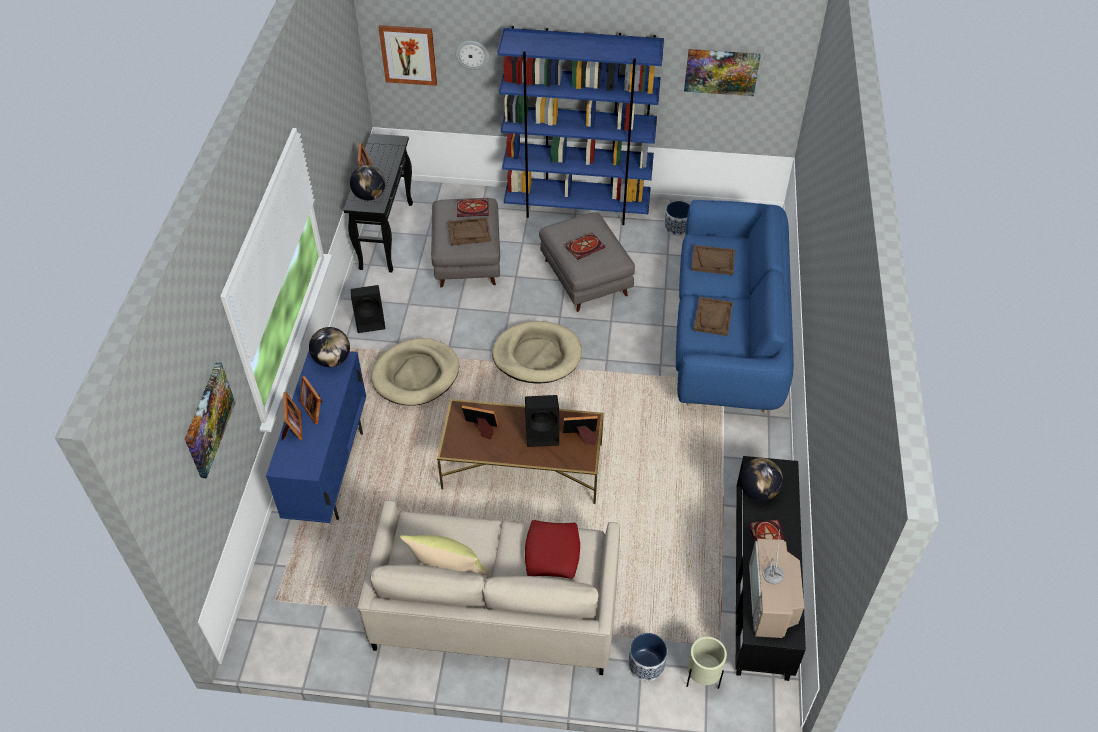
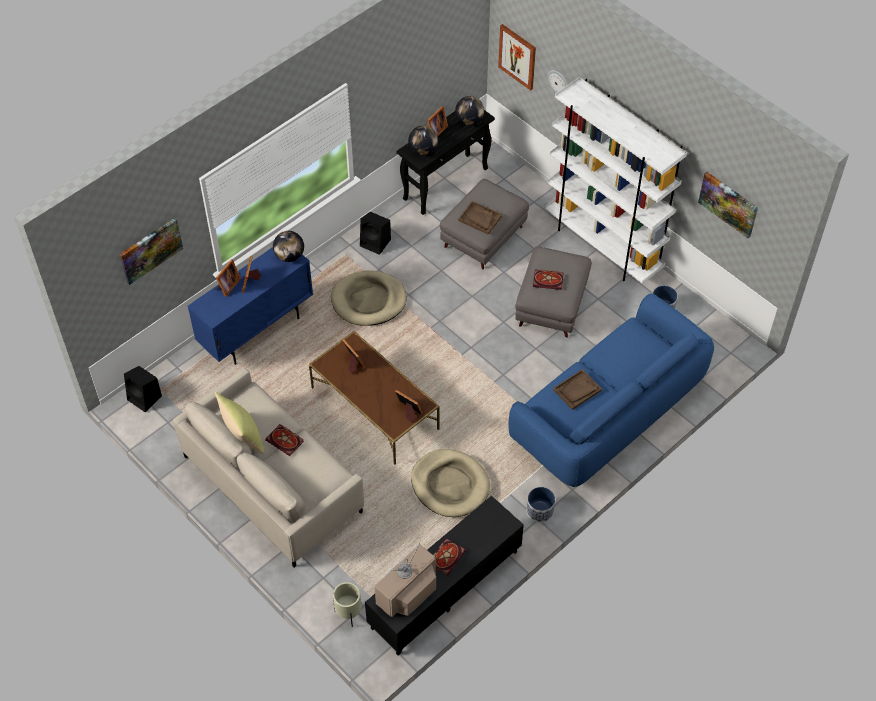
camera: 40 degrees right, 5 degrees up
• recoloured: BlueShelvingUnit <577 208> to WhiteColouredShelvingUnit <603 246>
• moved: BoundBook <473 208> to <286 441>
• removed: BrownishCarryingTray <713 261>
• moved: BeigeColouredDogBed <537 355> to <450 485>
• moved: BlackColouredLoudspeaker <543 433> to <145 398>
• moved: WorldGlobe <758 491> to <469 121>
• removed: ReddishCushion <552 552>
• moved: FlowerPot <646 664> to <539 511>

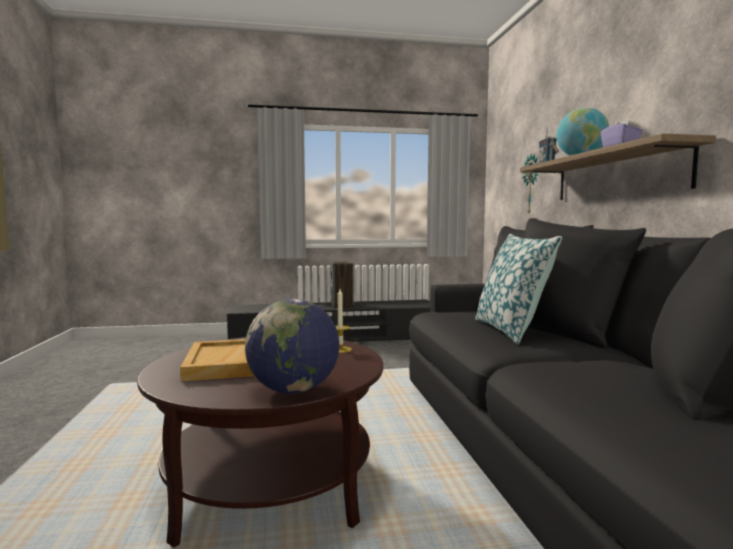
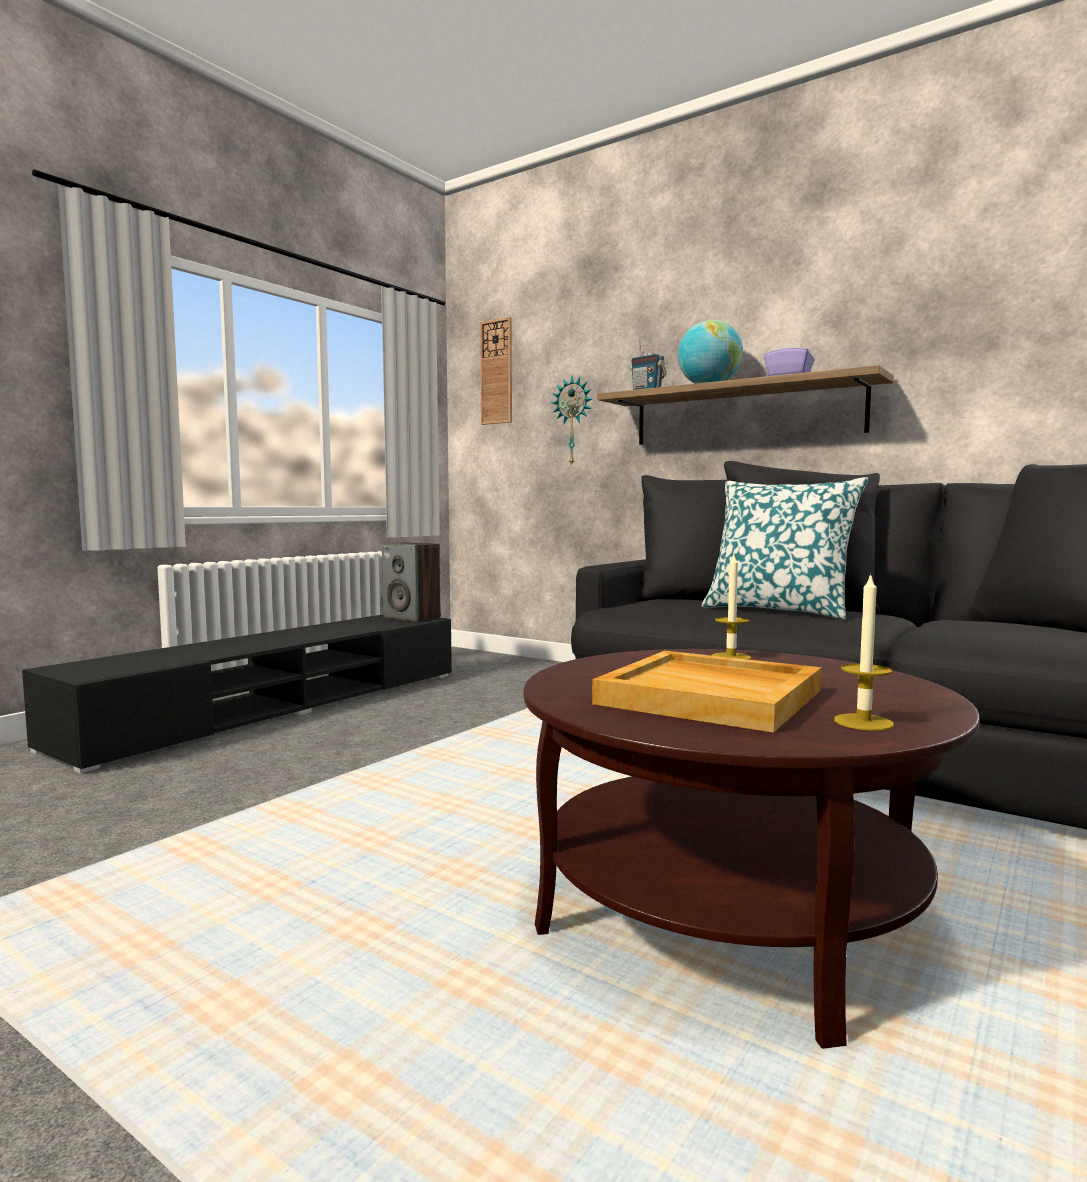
camera: 45 degrees left, 0 degrees up
• moved: Loudspeaker <342 305> to <412 617>
• removed: WorldGlobe <293 390>
• added: WallClock <497 372>
• added: Candle <863 722>

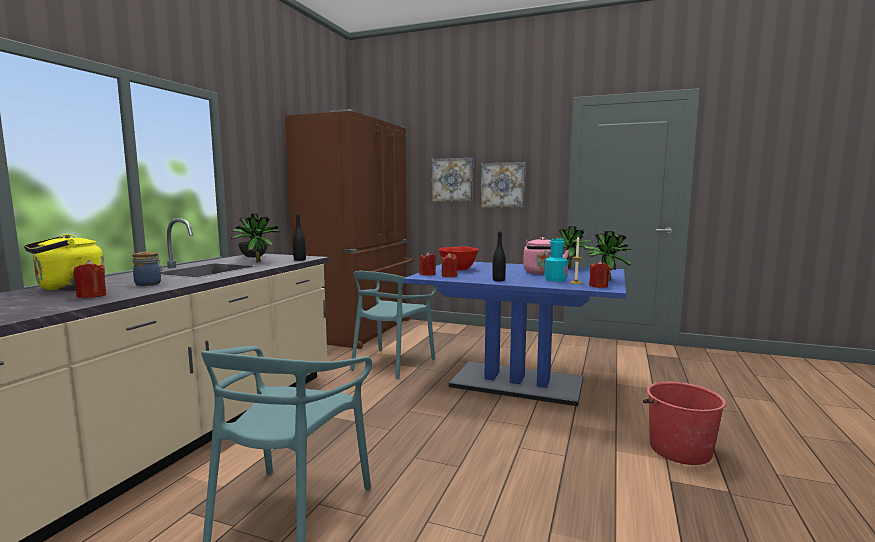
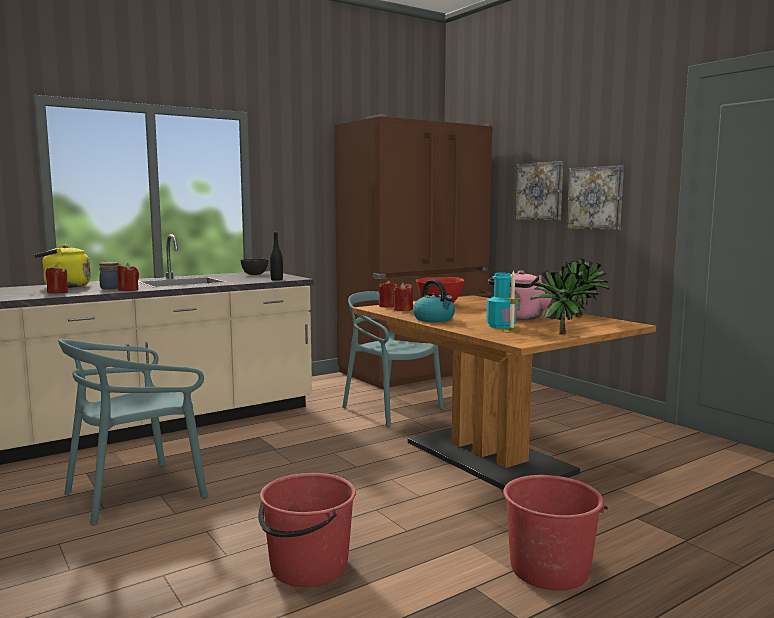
camera: 35 degrees right, 0 degrees up
• removed: Houseplant <256 262>
• replaced: BlackColouredDrinkBottle <498 280> to TeaKettle <434 319>
• moved: ReddishCandle <598 286> to <128 290>
• recoloured: BlueKitchenTable <517 383> to BrownishKitchenTable <488 457>
• turned: TurquoiseColouredPlainChair <391 363> = <391 409> 75 degrees clockwise
• added: ReddishPail <308 567>

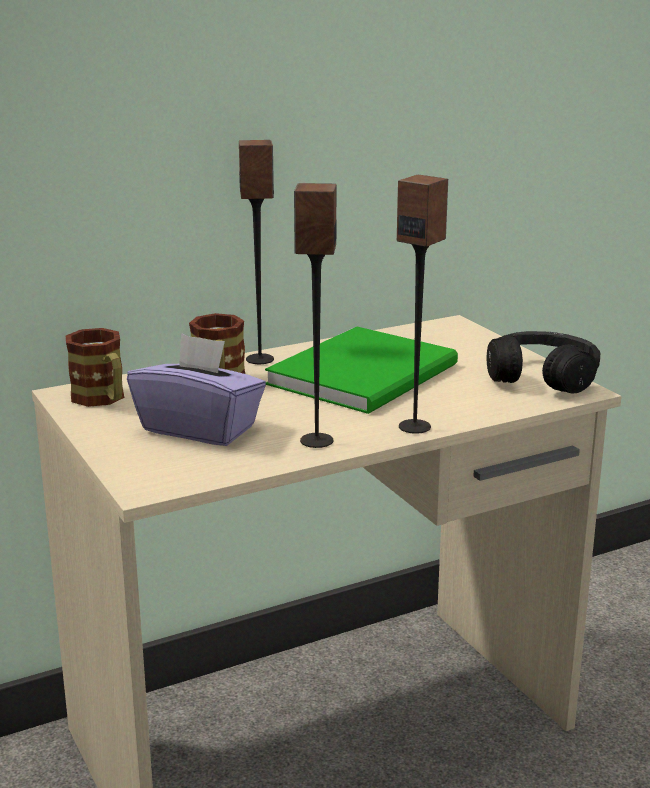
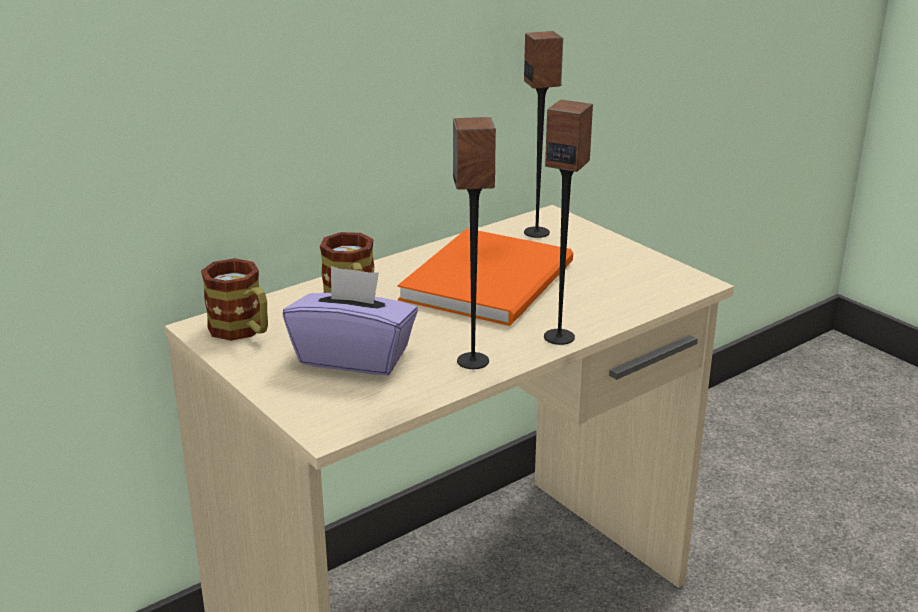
camera: 10 degrees left, 5 degrees up
• moved: Loudspeaker <260 359> to <537 232>
• recoloured: GreenishBoundBook <369 374> to OrangeColouredBoundBook <494 280>
• removed: BlackColouredPairOfHeadphones <542 377>

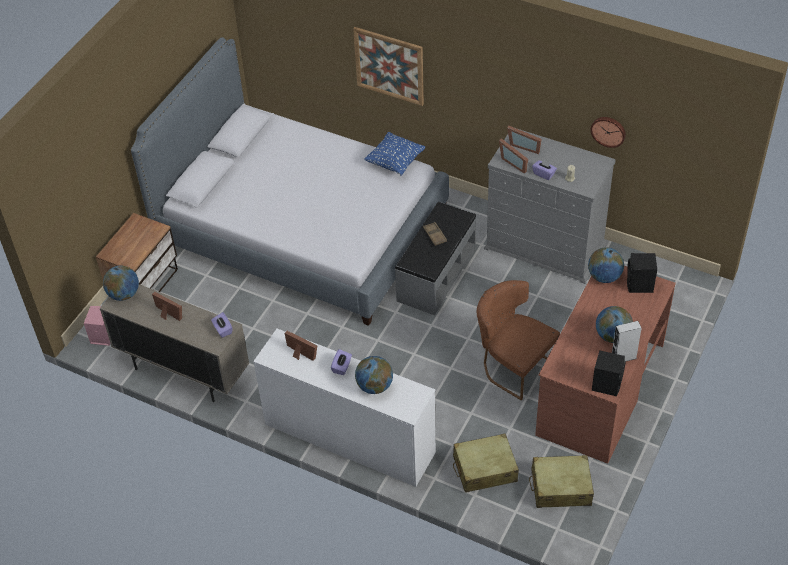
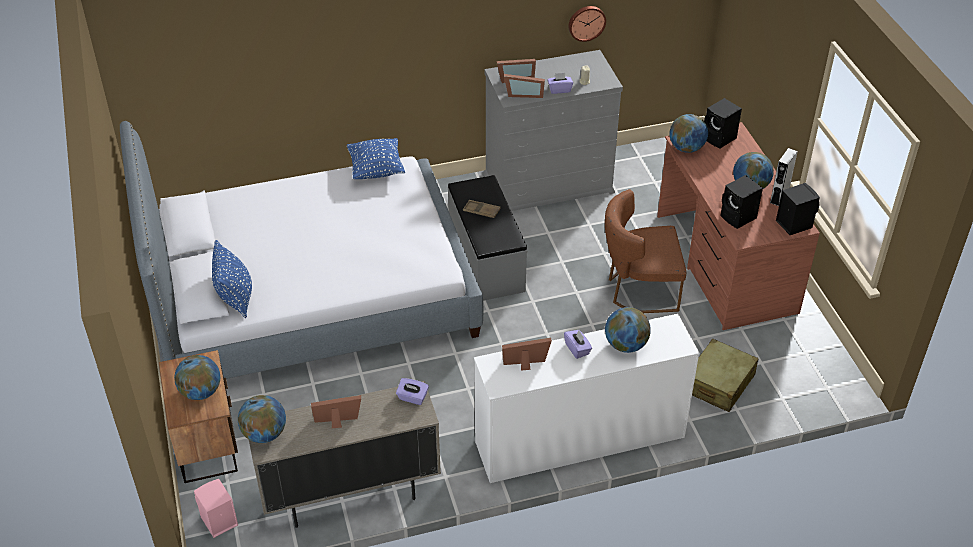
camera: 45 degrees left, 5 degrees down
• removed: WallPicture <389 65>
• removed: BeigeColouredTravelCase <560 487>
• added: BlackColouredLoudspeaker <739 218>
• added: BlueCushion <235 298>
• added: WorldGlobe <201 392>

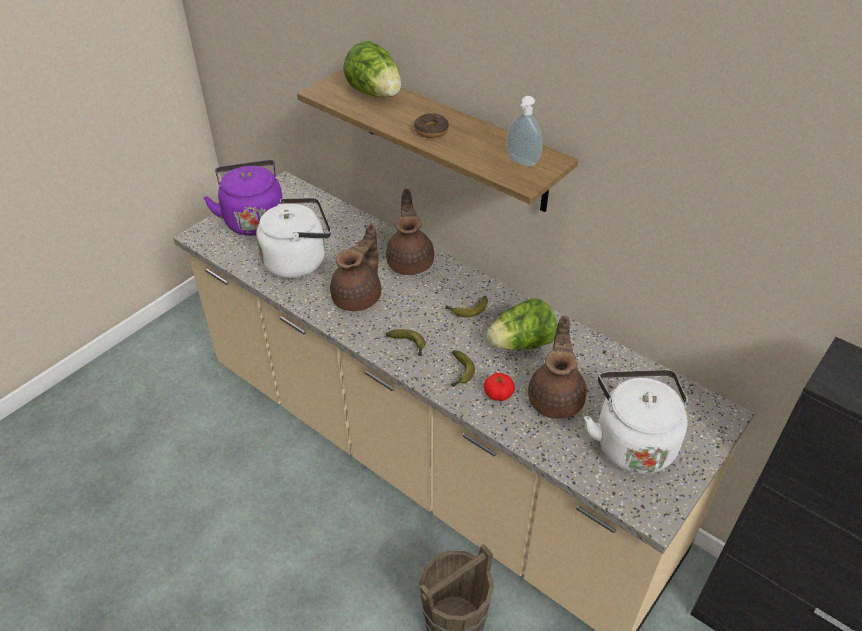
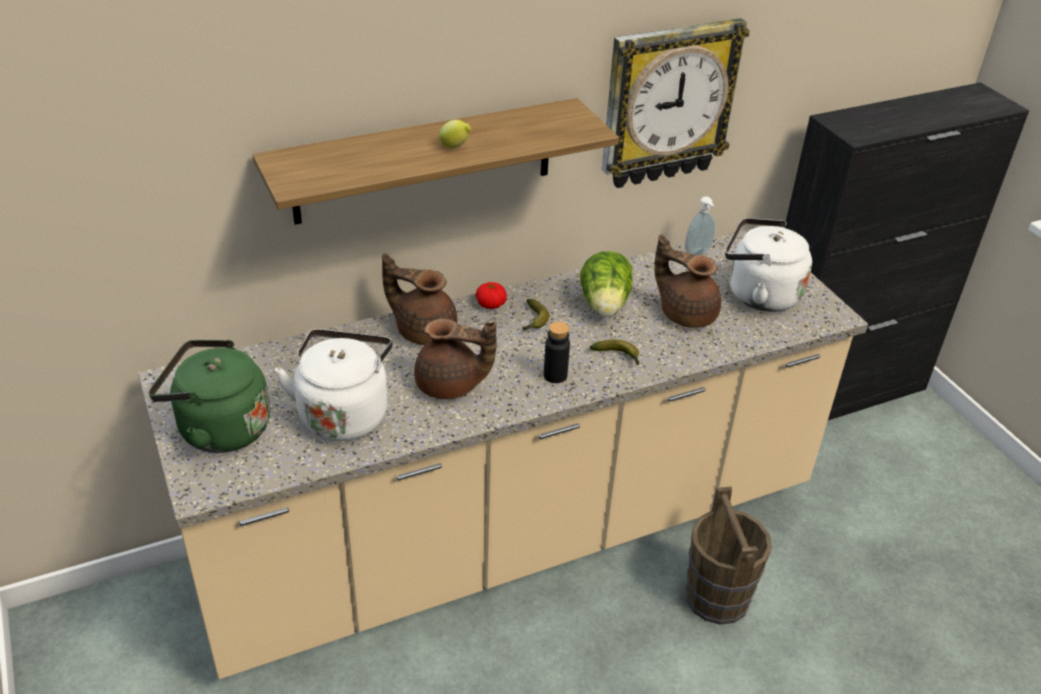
camera: 65 degrees left, 5 degrees down
• removed: HeadOfLettuce <376 94>
• moved: SoapDispenser <521 163> to <698 253>
• replaced: Donut <431 131> to CitrusFruit <455 147>
• recoloured: PurpleTeaKettle <253 219> to GreenishTeaKettle <218 429>
• turned: BrownishTeaPot <359 297> = <450 386> 135 degrees clockwise
• replaced: Banana <409 345> to BlackColouredDrinkBottle <555 375>
• moved: FreshTomato <498 394> to <490 304>
• added: WallClock <667 103>

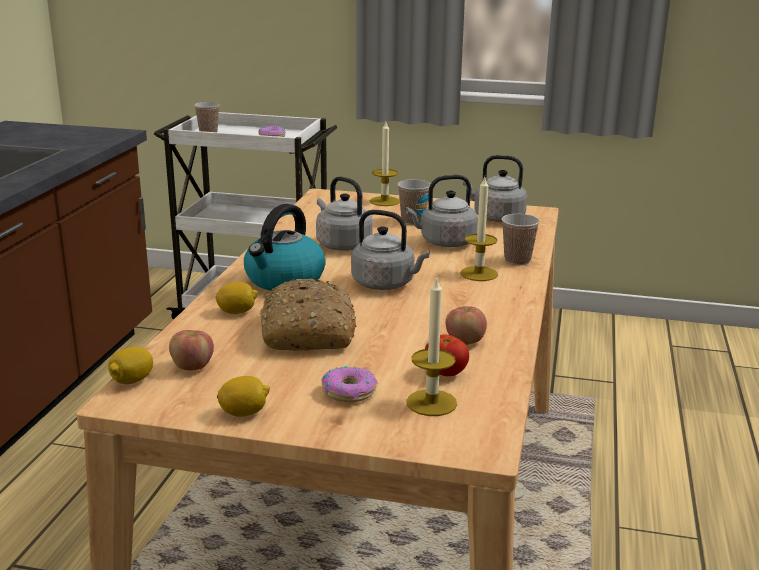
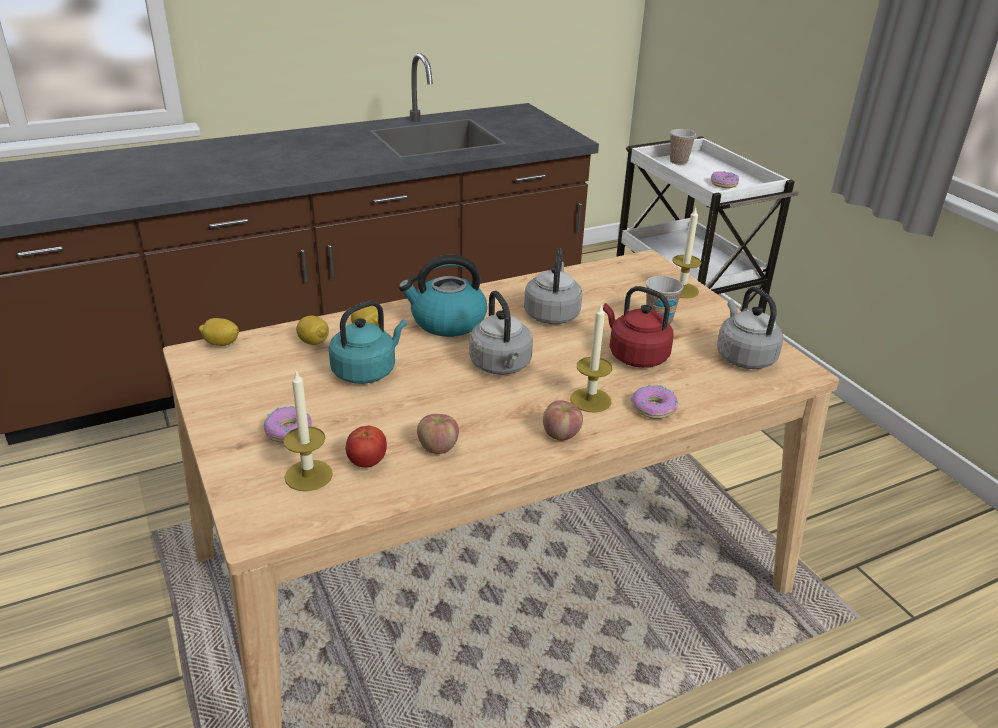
camera: 50 degrees right, 10 degrees up
• recoloured: GreyTeaKettle <444 242> to ReddishTeaKettle <635 356>
• replaced: DrinkingCup <517 260> to Donut <654 408>
• replaced: BakedBread <306 332> to TurquoiseColouredTeaKettle <367 371>
• moved: WholeApple <192 367> to <561 434>
• moved: CitrusFruit <244 413> to <313 342>

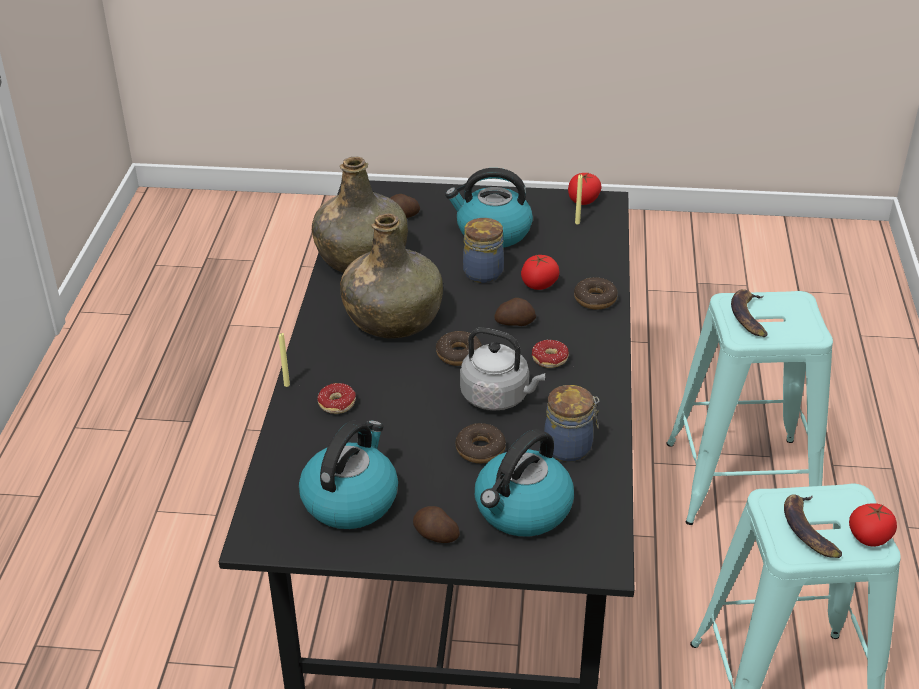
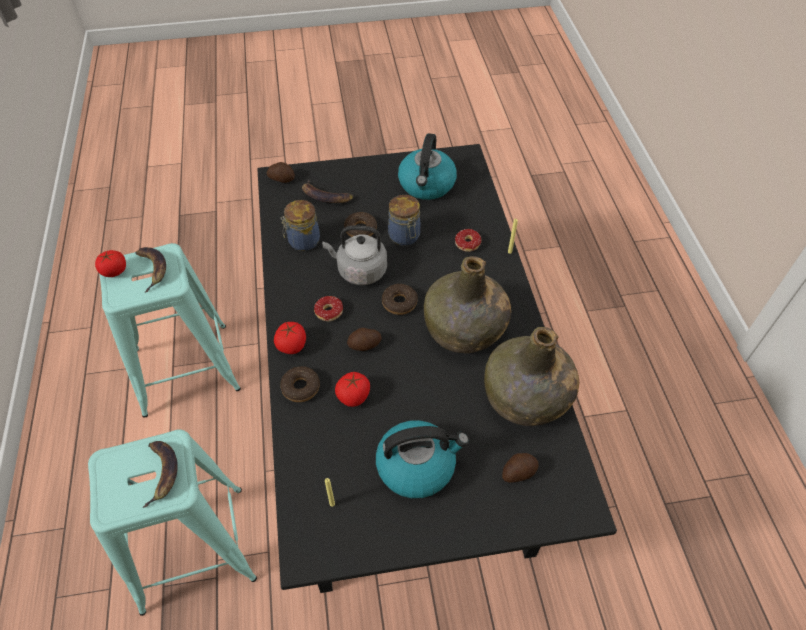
camera: 165 degrees right, 15 degrees up
• moved: FreshTomato <583 200> to <292 345>
• moved: PreserveJar <482 272> to <405 237>
• replaced: TeaKettle <522 510> to Banana <325 196>
• moved: Spud <435 535> to <282 178>

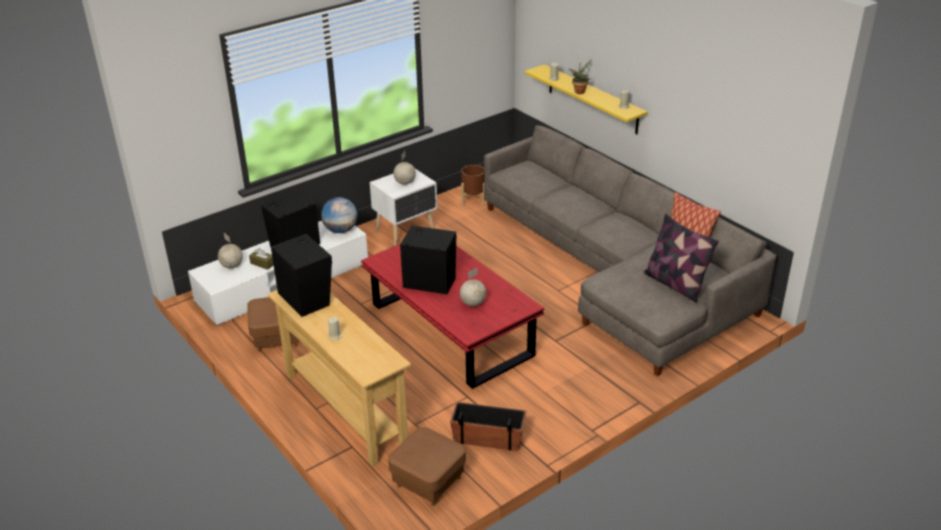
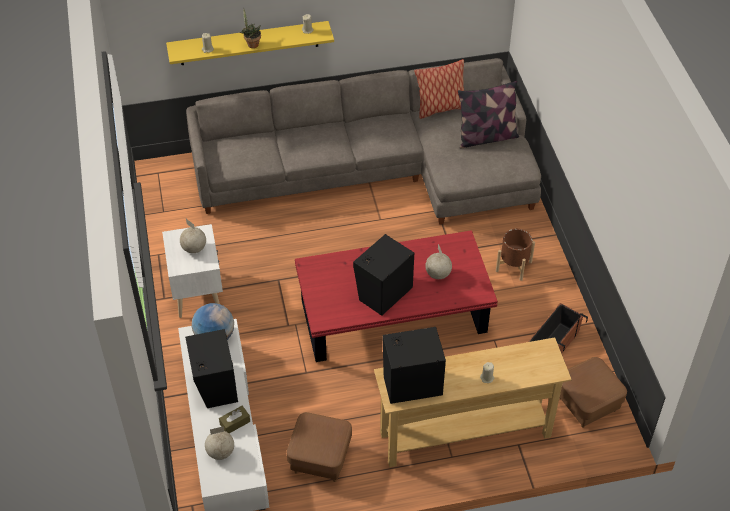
camera: 65 degrees left, 15 degrees up
• moved: BrownishFlowerPot <473 200> to <514 266>

